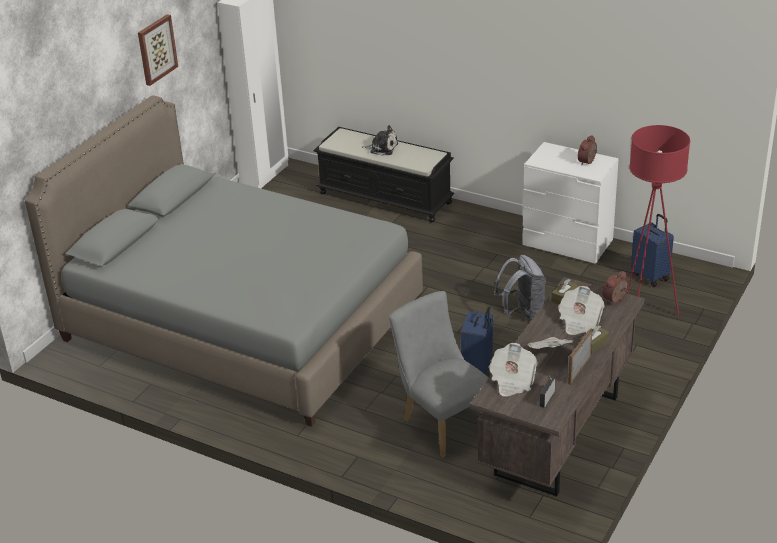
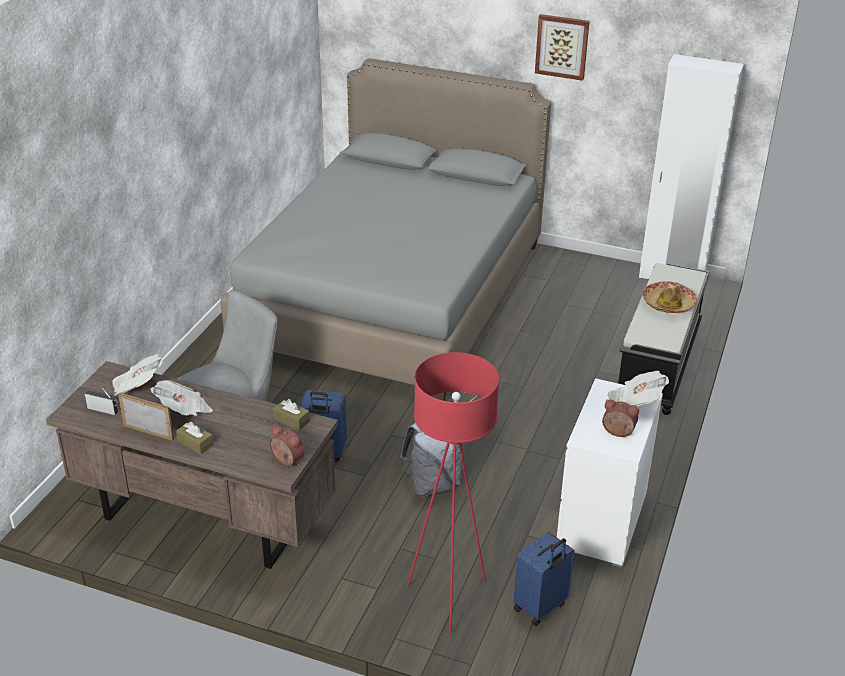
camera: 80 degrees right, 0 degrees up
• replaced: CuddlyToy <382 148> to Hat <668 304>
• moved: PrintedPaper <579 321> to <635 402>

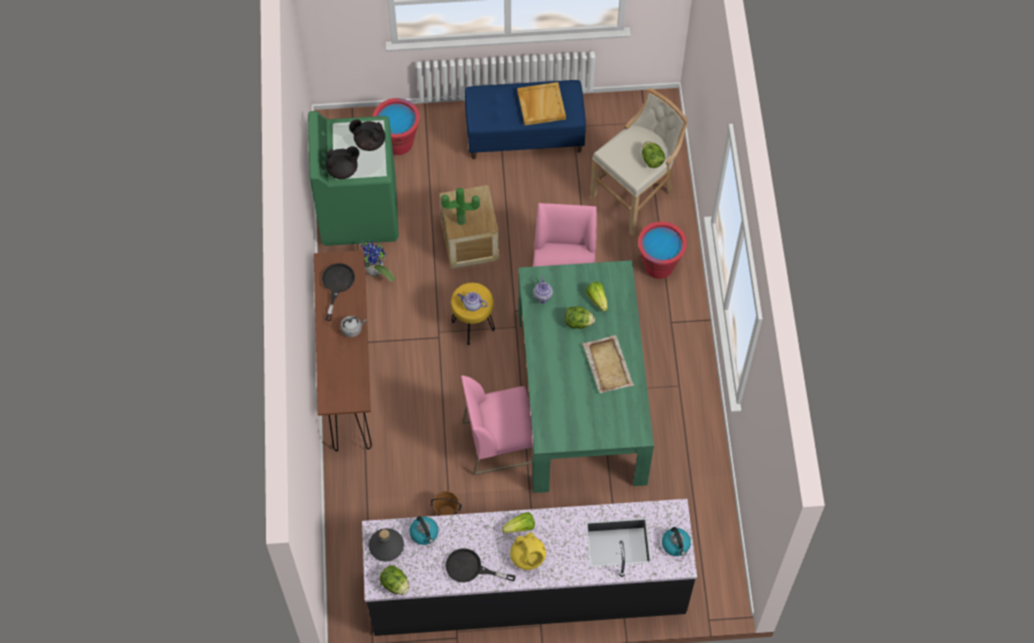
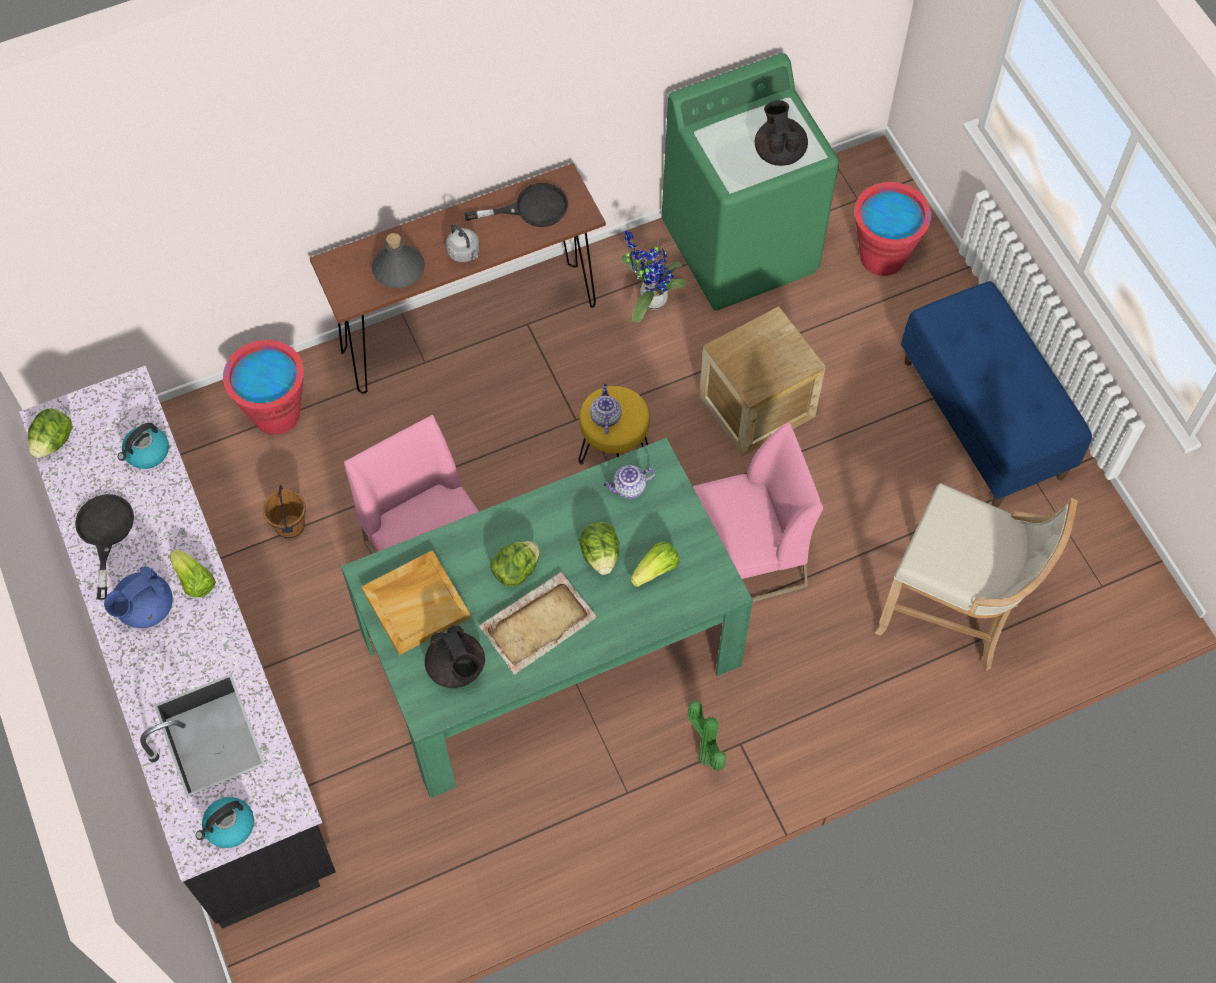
camera: 70 degrees right, 0 degrees up
• moved: BeigeColouredCarryingTray <541 105> to <416 603>
• moved: HeadOfLettuce <652 160> to <516 571>
• moved: BlackColouredTeaPot <343 170> to <457 668>
• moved: Houseplant <461 223> to <703 760>
• moved: ReddishPail <659 266> to <276 414>
• moved: GreyDrinkBottle <386 545> to <399 269>
• recoloured: YellowColouredTeaPot <528 557> to BlueTeaPot <145 609>

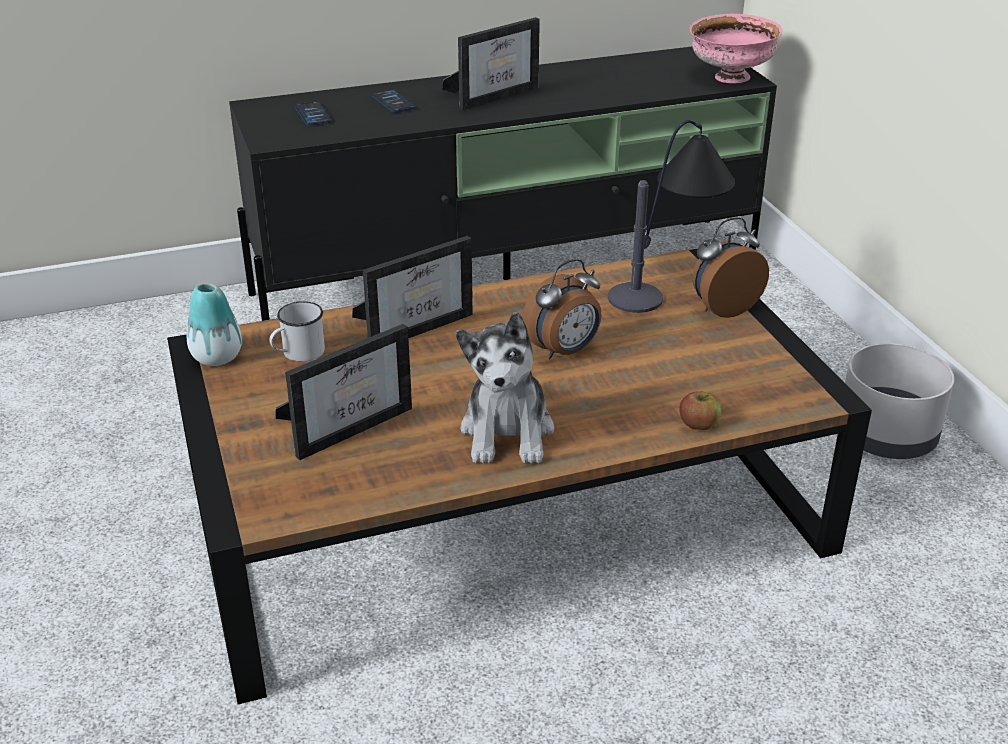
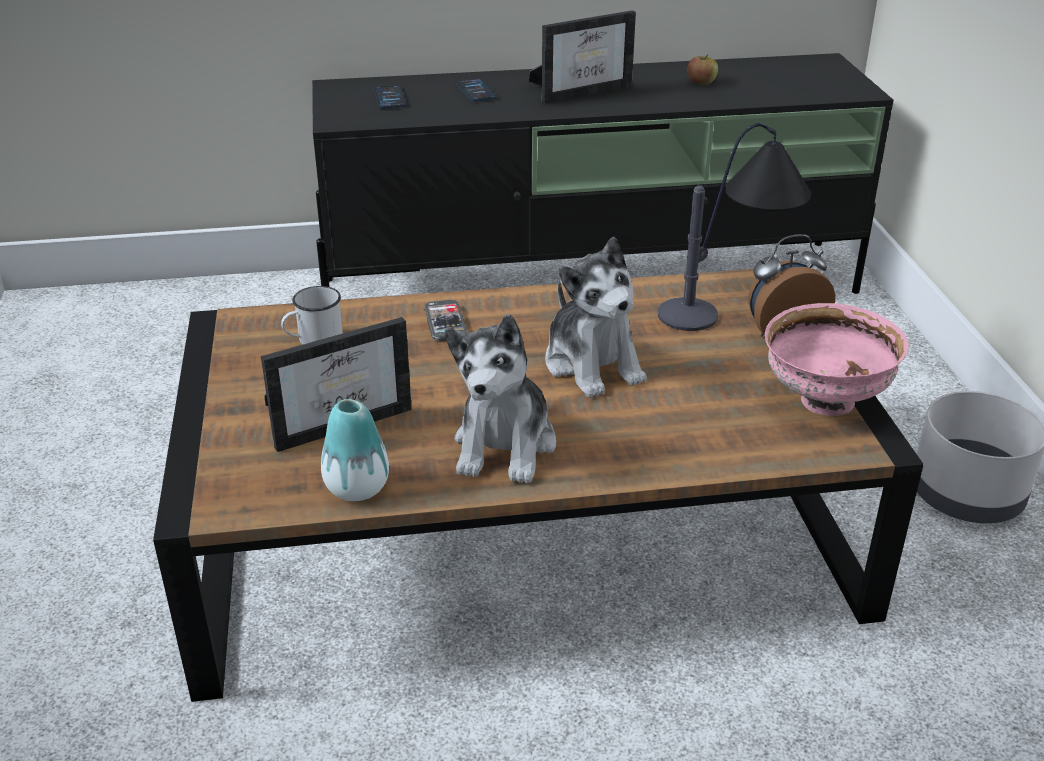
camera: 10 degrees right, 0 degrees up
• moved: PinkBowl <731 78> to <825 402>
• replaced: PictureFrame <417 325> to Handset <445 323>
• replaced: AlarmClock <564 351> to CuddlyToy <593 364>
• moved: DecorativeVase <217 357> to <357 488>
• moved: WholeApple <698 424> to <701 82>

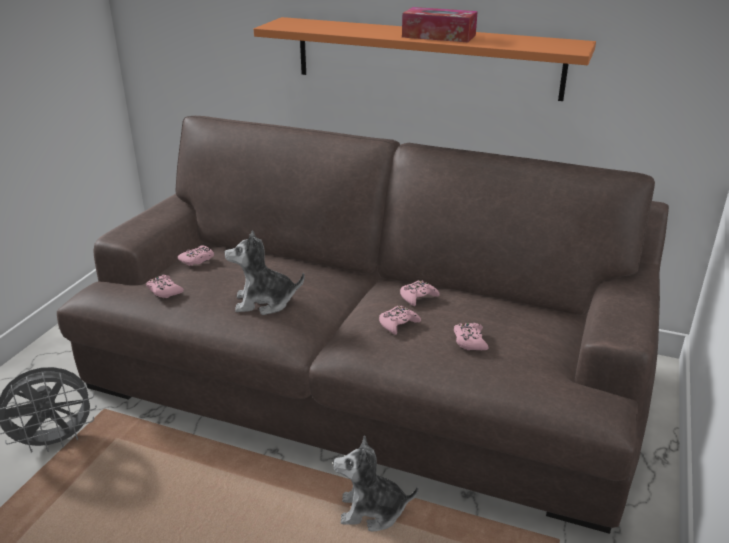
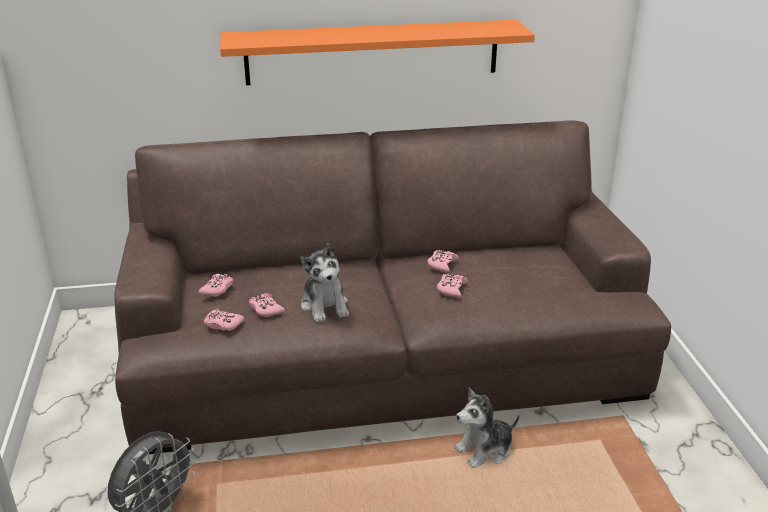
camera: 30 degrees left, 0 degrees up
• removed: TissueBox <439 36>
• turned: CuddlyToy <264 302> = <325 306> 75 degrees counterclockwise
• moved: PinkGameController <469 341> to <265 309>

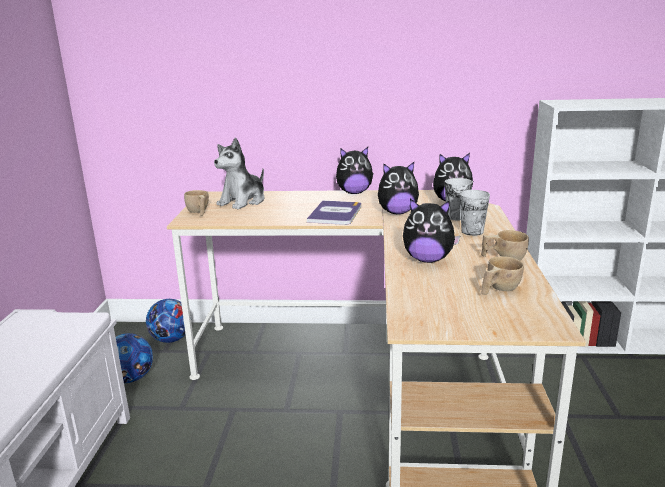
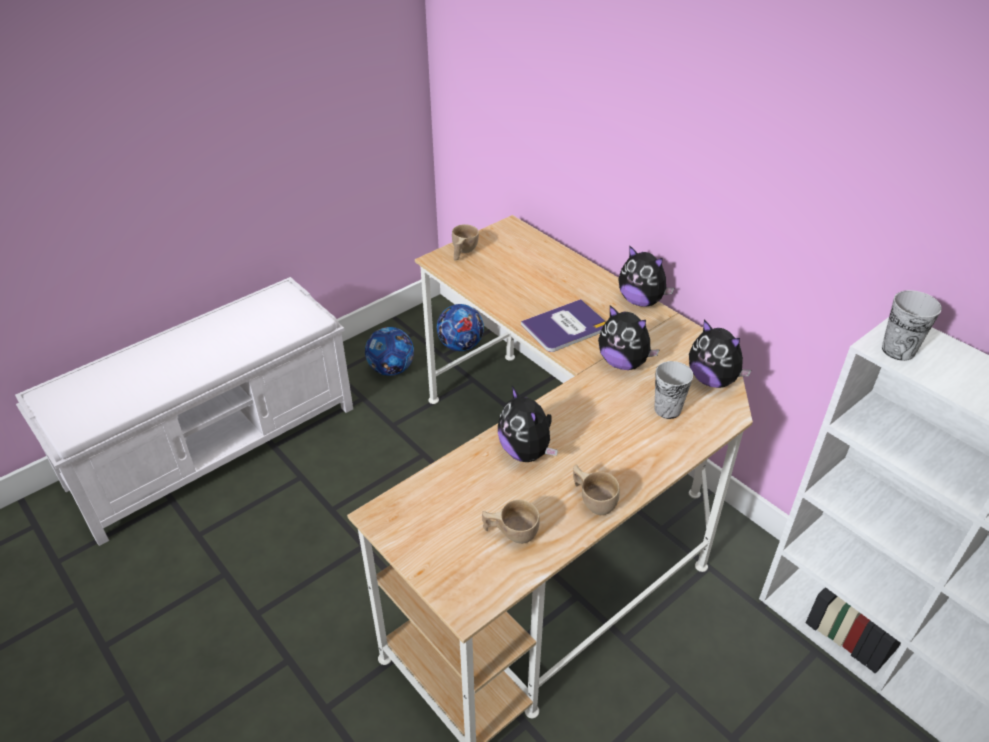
camera: 45 degrees right, 20 degrees up
• removed: CuddlyToy <243 201>
• moved: DrinkingCup <472 232> to <898 350>

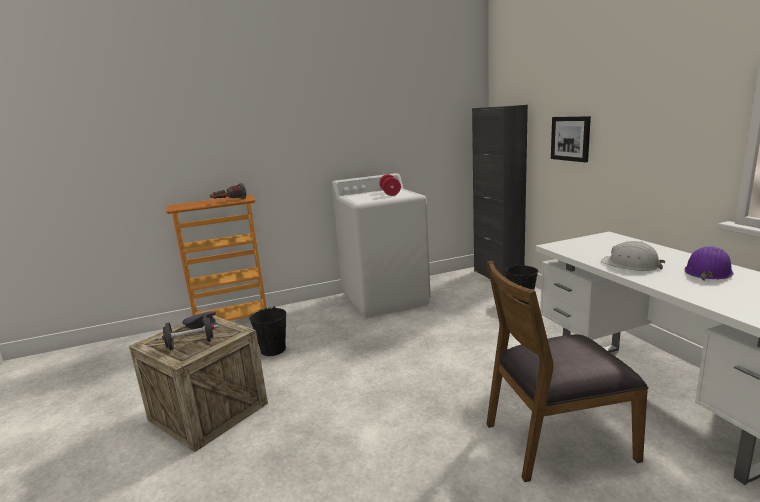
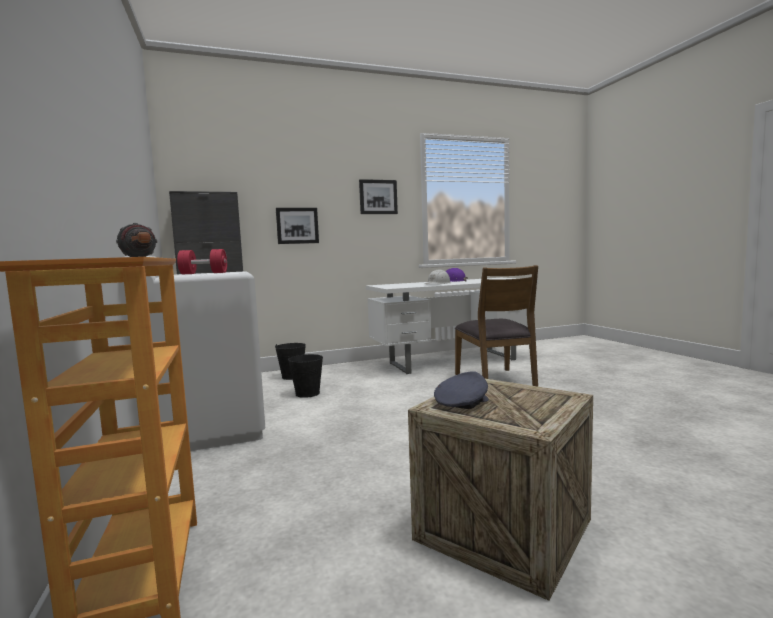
camera: 90 degrees left, 10 degrees down
• moved: BlackColouredPail <273 349> to <307 393>
• removed: BlackColouredFreeWeight <191 344>
• added: WallPicture <378 197>

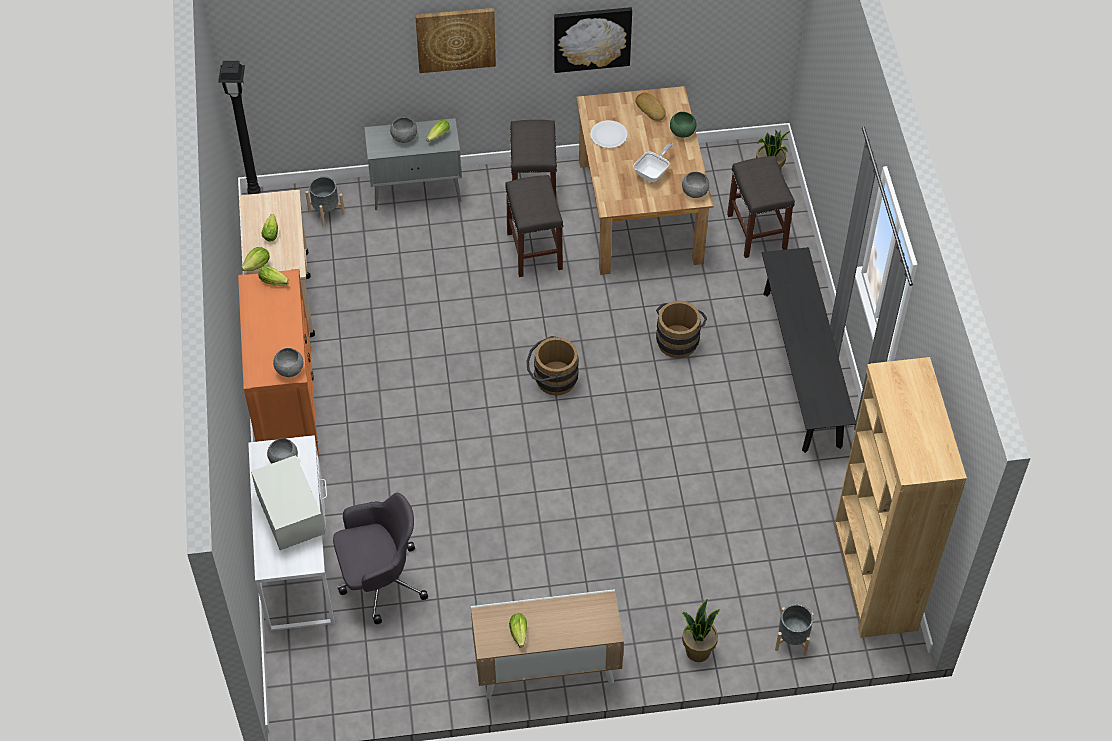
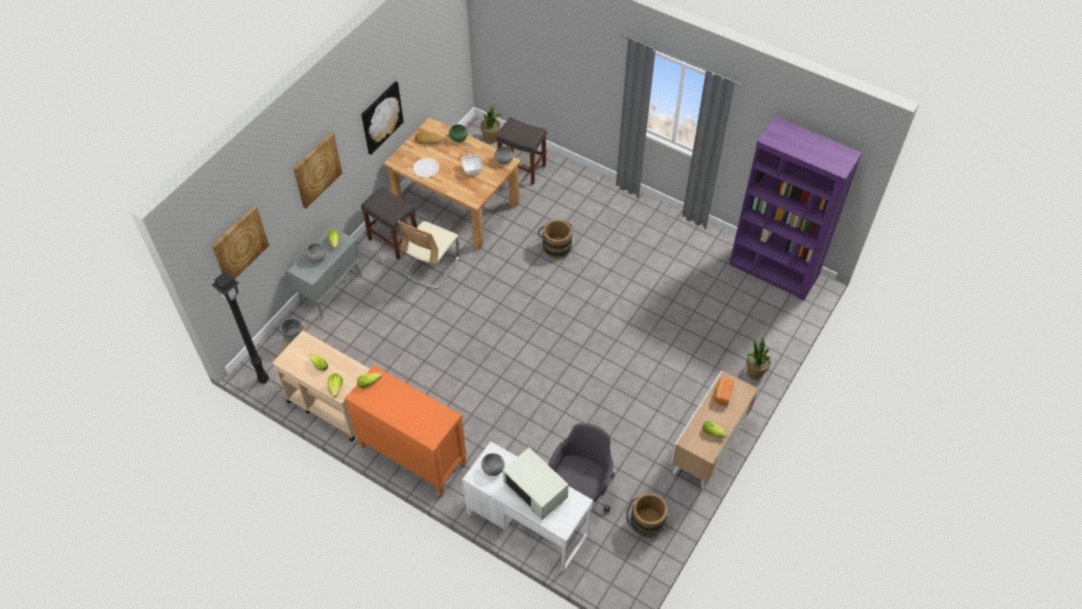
camera: 50 degrees left, 0 degrees up
• replaced: GreyStool <534 250> to BeigeColouredPlainChair <431 266>
• removed: BlackColouredLongSeat <801 368>
• moved: BrownishPail <551 379> to <645 525>
• removed: GreyBowl <289 369>
• recoloured: BrownishShelvingUnit <874 577> to PurpleShelvingUnit <773 270>
• turned: WhiteColouredKitchenMicrowave <289 514> = <536 491> 150 degrees counterclockwise
• removed: GreyFlowerPot <792 639>
• added: WallPicture <239 244>
• added: BakedBread <722 395>

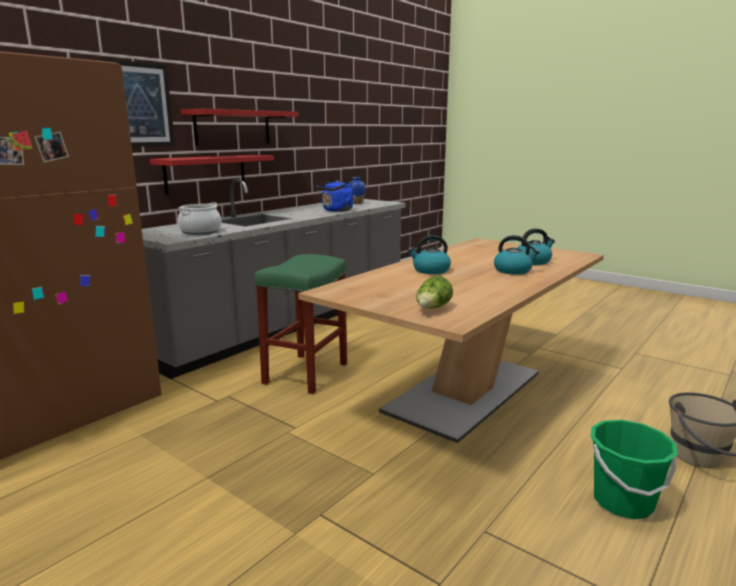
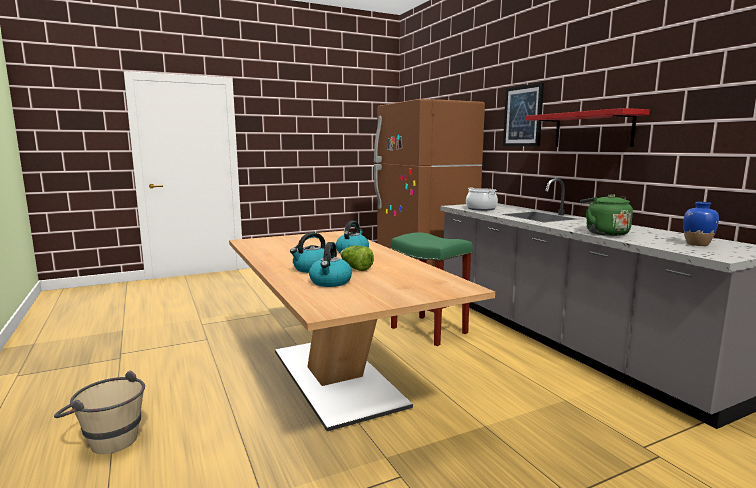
camera: 115 degrees right, 5 degrees down
• removed: ReddishWallShelf <206 173>
• recoloured: BlueTeaKettle <336 210> to GreenishTeaKettle <604 233>
• moved: HeadOfLettuce <433 309> to <355 268>
• removed: GreenishPail <623 502>

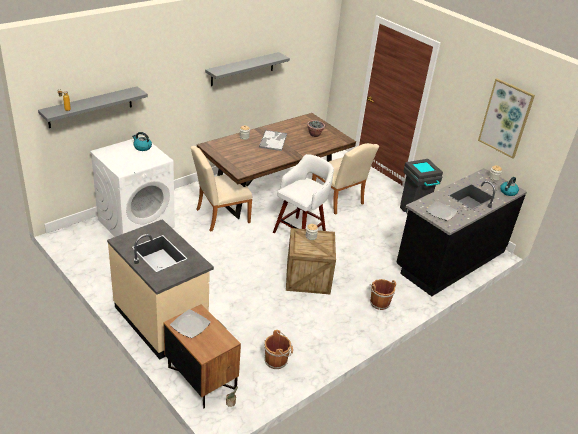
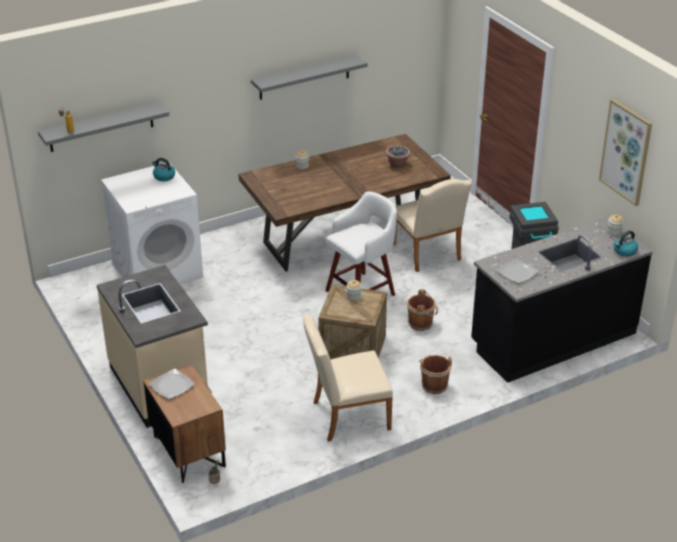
camera: 15 degrees right, 0 degrees up
• removed: CarryingTray <273 141>
• moved: BeigeColouredPlainChair <219 216> to <345 416>
• moved: BrownishPail <277 360> to <421 323>

